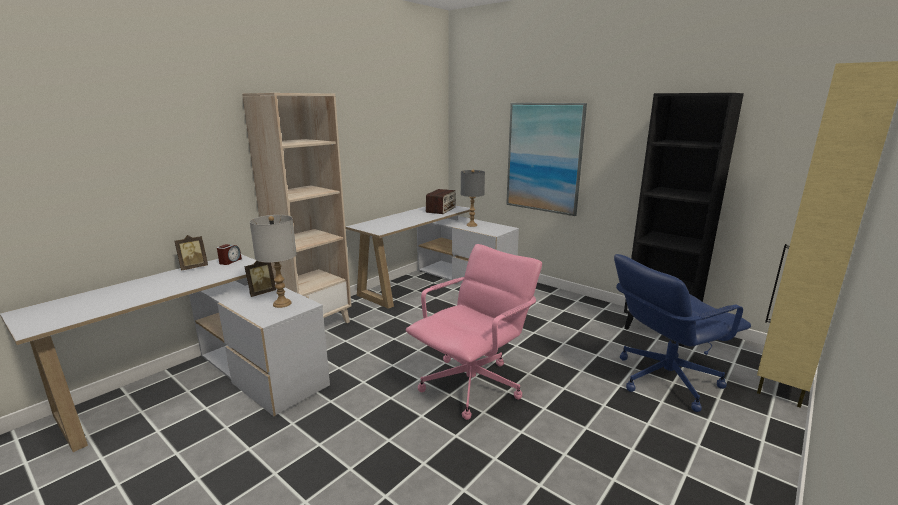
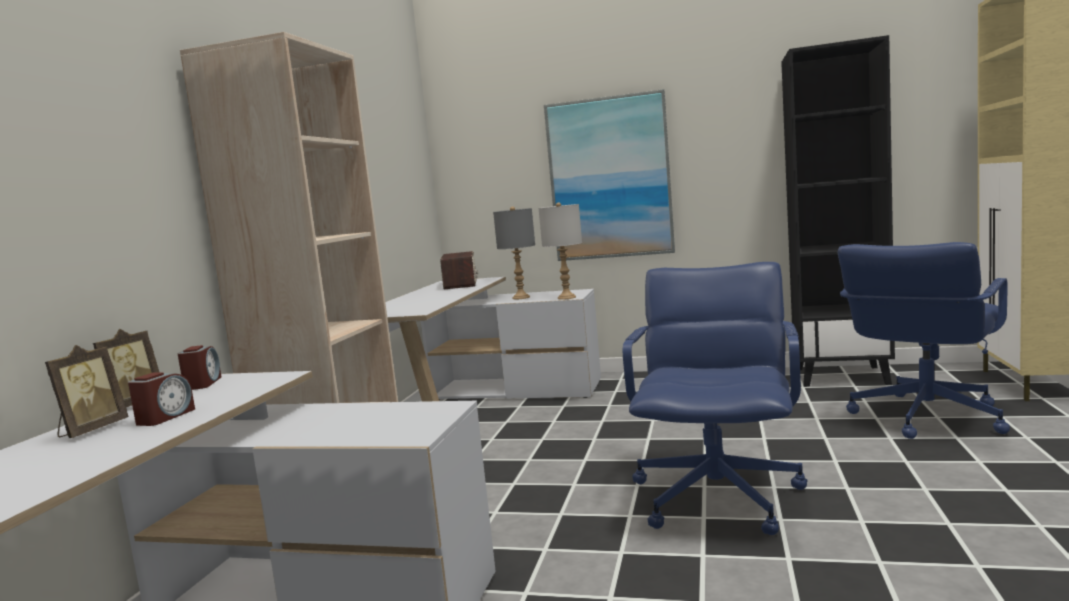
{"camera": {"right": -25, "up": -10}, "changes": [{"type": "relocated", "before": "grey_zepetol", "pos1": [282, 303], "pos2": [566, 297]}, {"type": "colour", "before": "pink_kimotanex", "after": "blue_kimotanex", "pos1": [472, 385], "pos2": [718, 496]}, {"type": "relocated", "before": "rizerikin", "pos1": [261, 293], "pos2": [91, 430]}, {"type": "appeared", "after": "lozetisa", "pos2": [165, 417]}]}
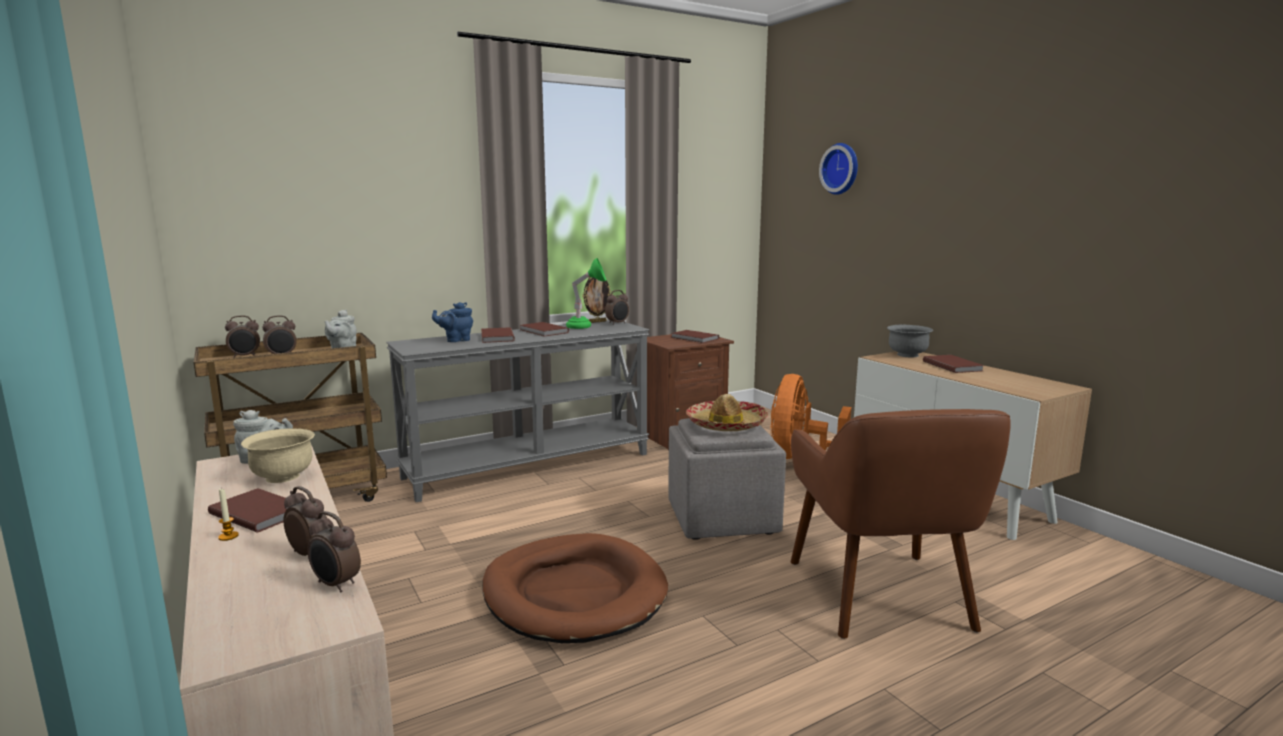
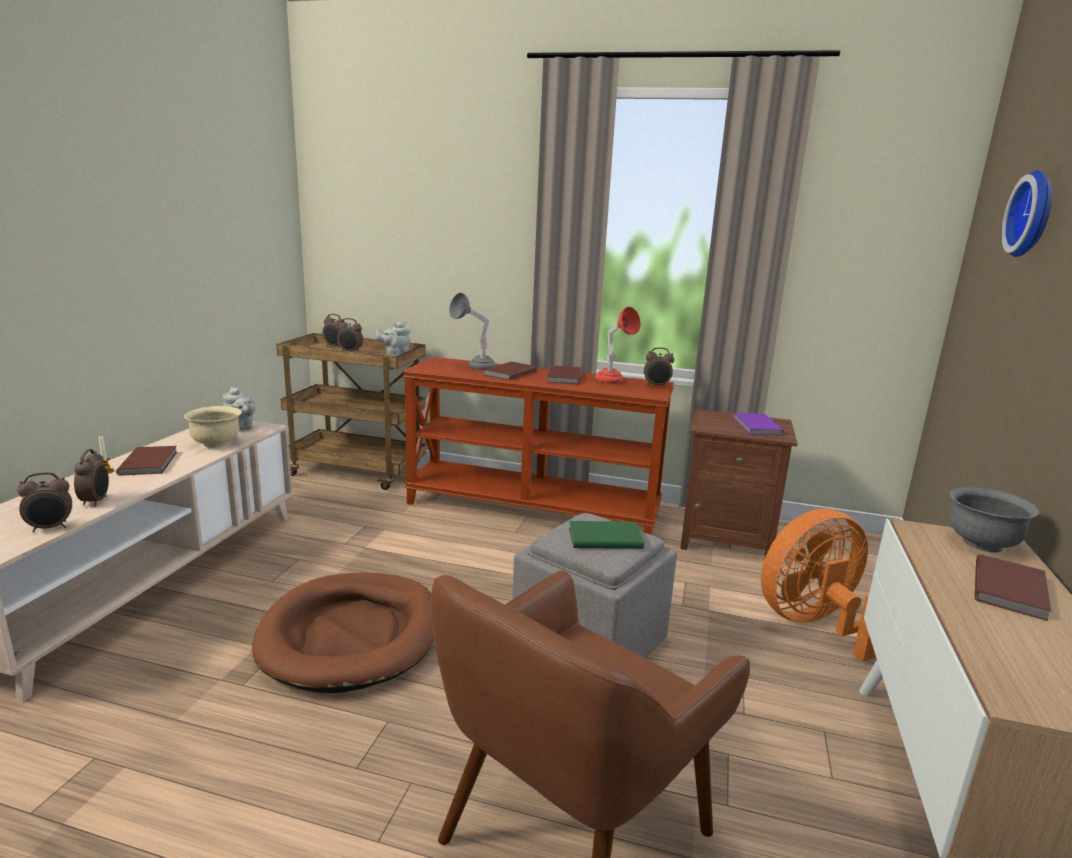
{"camera": {"right": 45, "up": 5}, "changes": [{"type": "colour", "before": "green_zepetol", "after": "red_zepetol", "pos1": [586, 327], "pos2": [613, 382]}, {"type": "missing", "before": "rizerikin", "pos1": [597, 322]}, {"type": "exchanged", "before": "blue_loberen", "after": "grey_zepetol", "pos1": [456, 340], "pos2": [474, 367]}, {"type": "colour", "before": "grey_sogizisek", "after": "brown_sogizisek", "pos1": [529, 465], "pos2": [533, 508]}, {"type": "colour", "before": "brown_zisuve", "after": "purple_zisuve", "pos1": [694, 338], "pos2": [756, 427]}, {"type": "exchanged", "before": "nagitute", "after": "green_zisuve", "pos1": [726, 424], "pos2": [603, 537]}, {"type": "spun", "before": "lozetisa", "pos1": [336, 585], "pos2": [50, 528], "turn": -105}]}
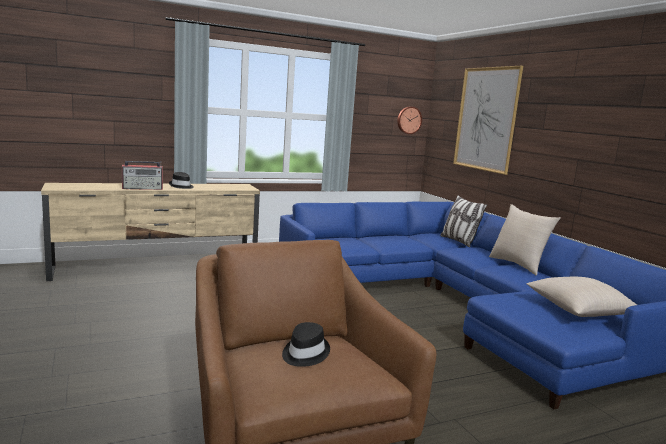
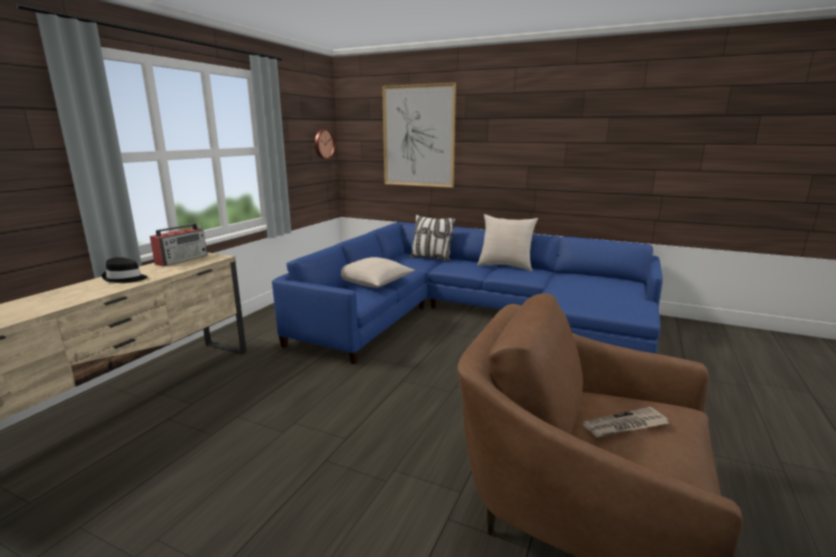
{"camera": {"right": -40, "up": 5}, "changes": [{"type": "relocated", "before": "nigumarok", "pos1": [143, 188], "pos2": [183, 259]}, {"type": "relocated", "before": "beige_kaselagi", "pos1": [580, 310], "pos2": [373, 283]}, {"type": "exchanged", "before": "black_nagitute", "after": "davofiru", "pos1": [304, 353], "pos2": [625, 425]}]}
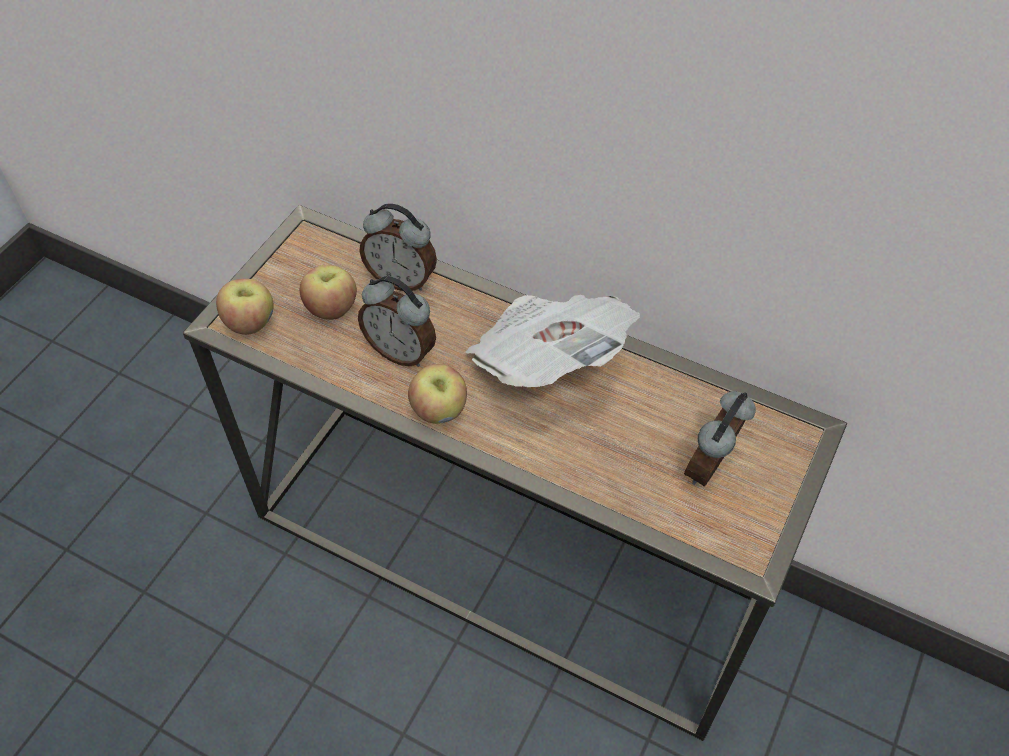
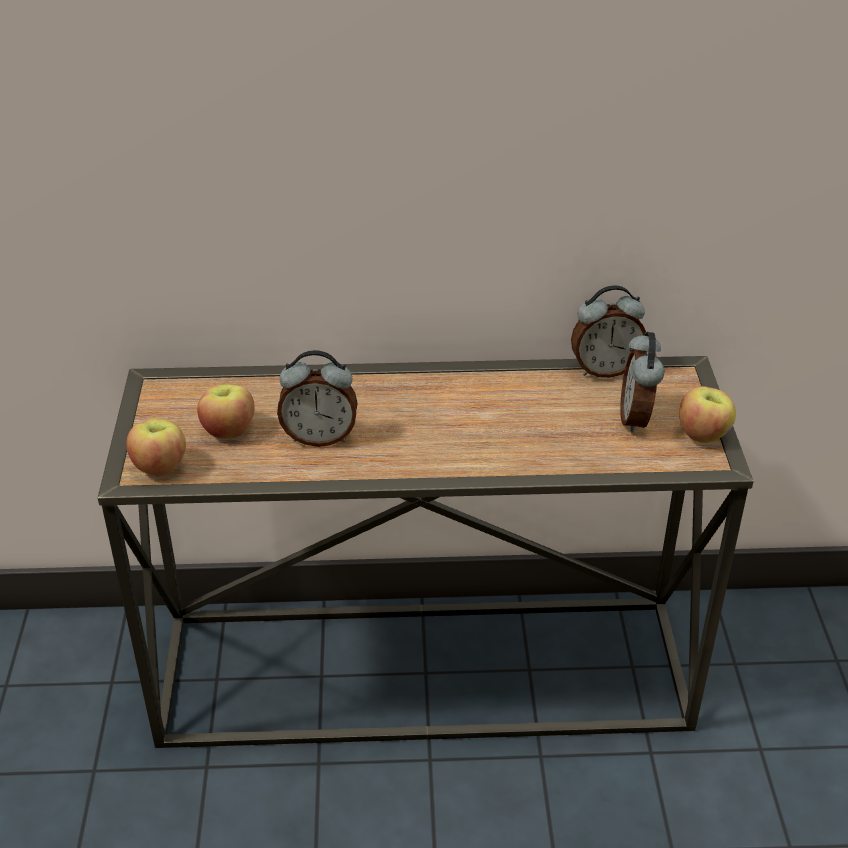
{"camera": {"right": -30, "up": -15}, "changes": [{"type": "relocated", "before": "lozetisa", "pos1": [402, 279], "pos2": [605, 369]}, {"type": "missing", "before": "davofiru", "pos1": [548, 360]}, {"type": "relocated", "before": "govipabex", "pos1": [439, 410], "pos2": [703, 434]}]}
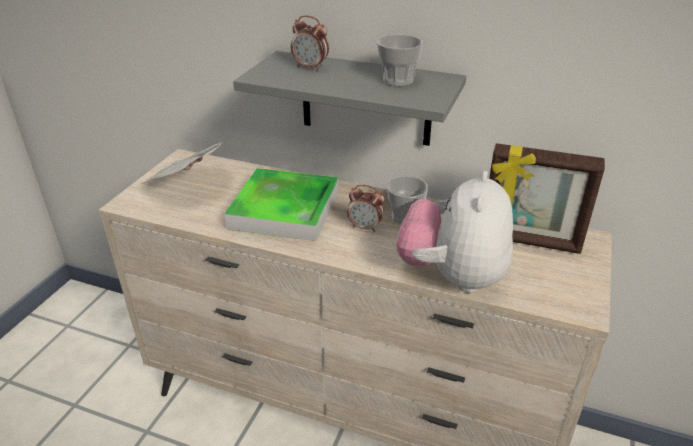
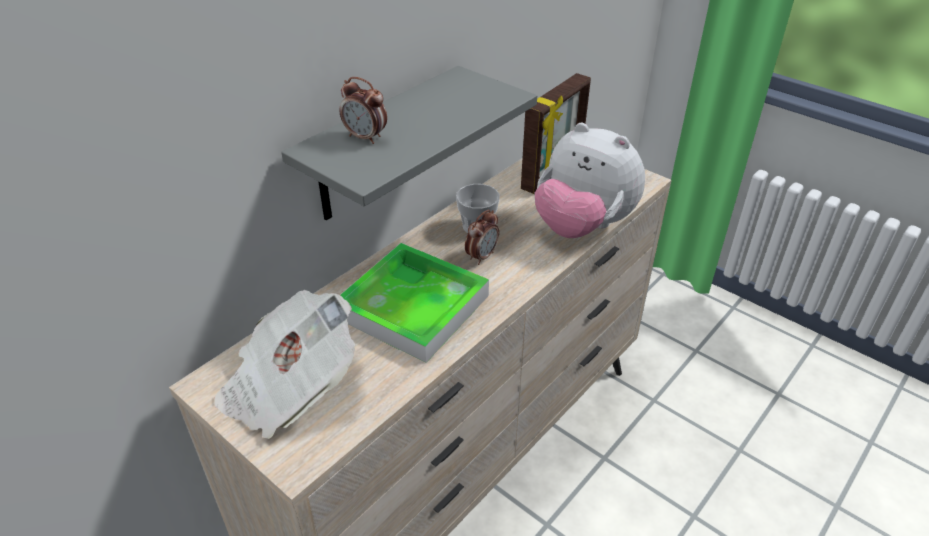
{"camera": {"right": -70, "up": 5}, "changes": [{"type": "spun", "before": "lozetisa", "pos1": [310, 67], "pos2": [365, 137], "turn": 75}, {"type": "missing", "before": "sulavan", "pos1": [398, 80]}]}
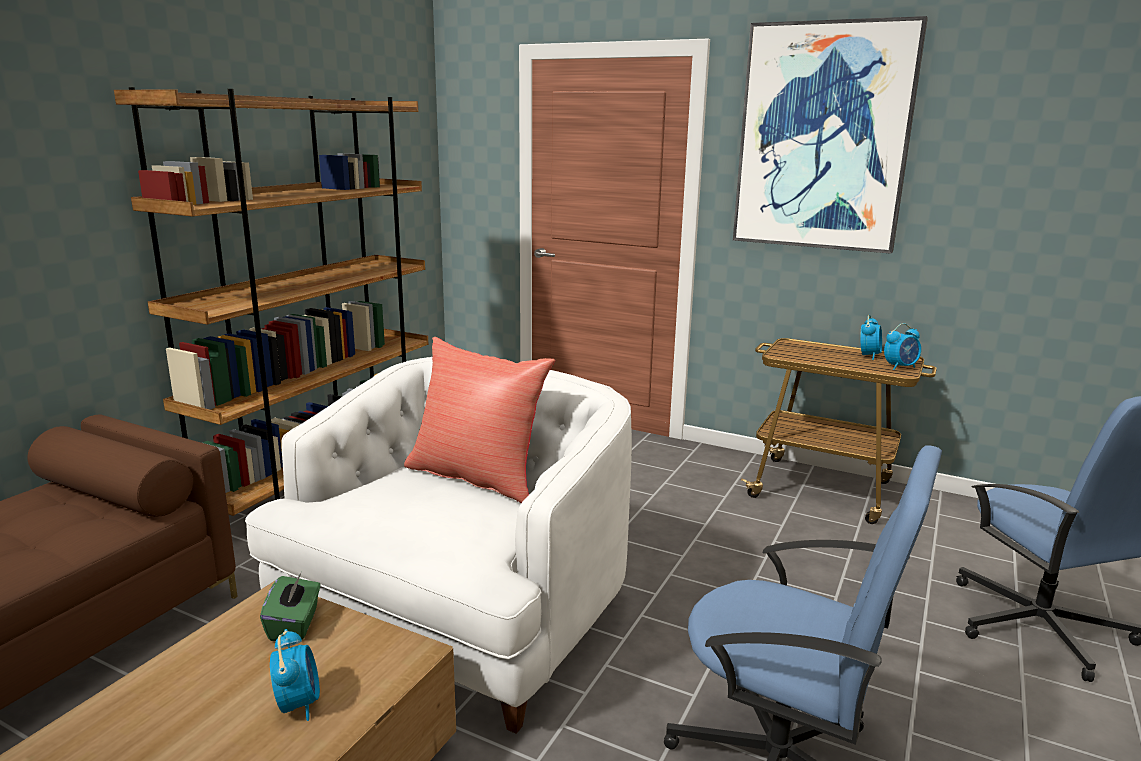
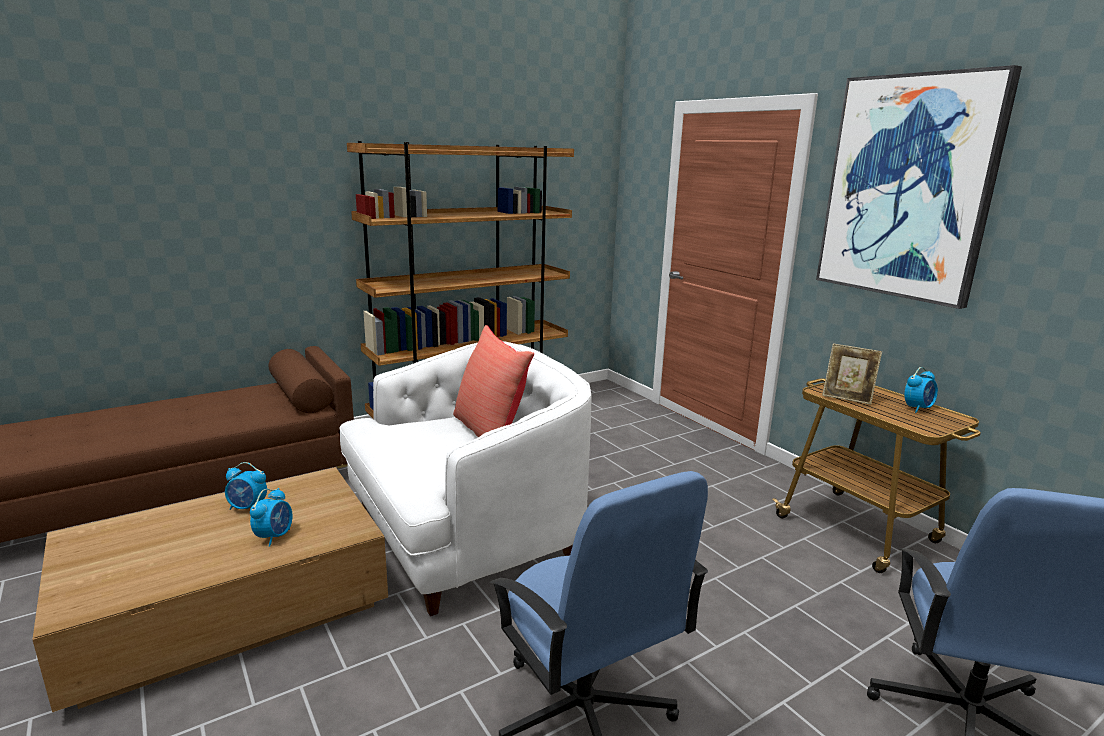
{"camera": {"right": 30, "up": 0}, "changes": [{"type": "relocated", "before": "lozetisa", "pos1": [900, 367], "pos2": [248, 508]}, {"type": "missing", "before": "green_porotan", "pos1": [294, 624]}, {"type": "appeared", "after": "rizerikin", "pos2": [847, 398]}]}
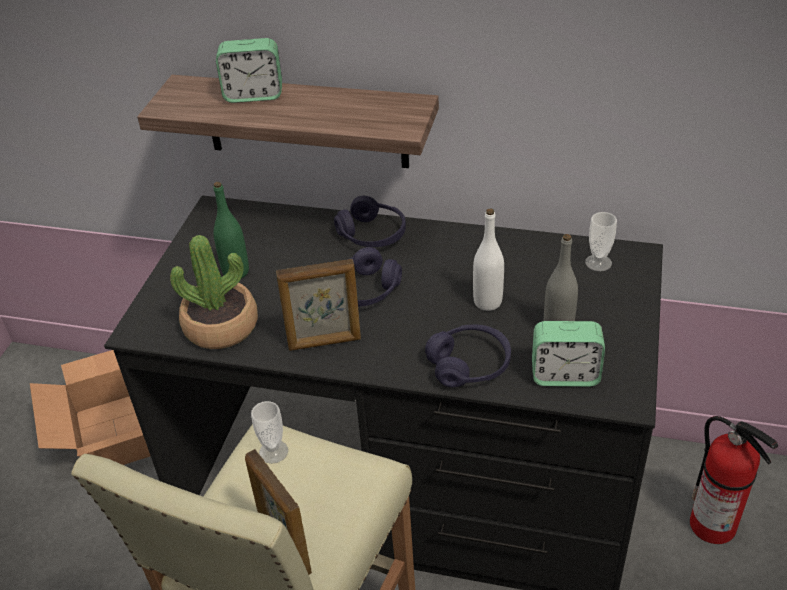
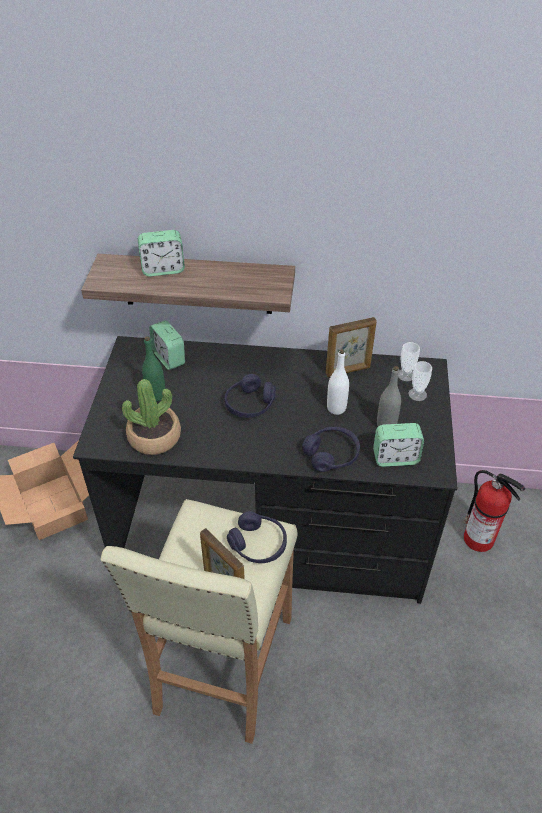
{"camera": {"right": -10, "up": 5}, "changes": [{"type": "relocated", "before": "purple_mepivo", "pos1": [372, 234], "pos2": [258, 544]}, {"type": "relocated", "before": "rizerikin", "pos1": [325, 342], "pos2": [348, 371]}, {"type": "relocated", "before": "sulavan", "pos1": [273, 452], "pos2": [417, 394]}, {"type": "appeared", "after": "lozetisa", "pos2": [169, 358]}]}
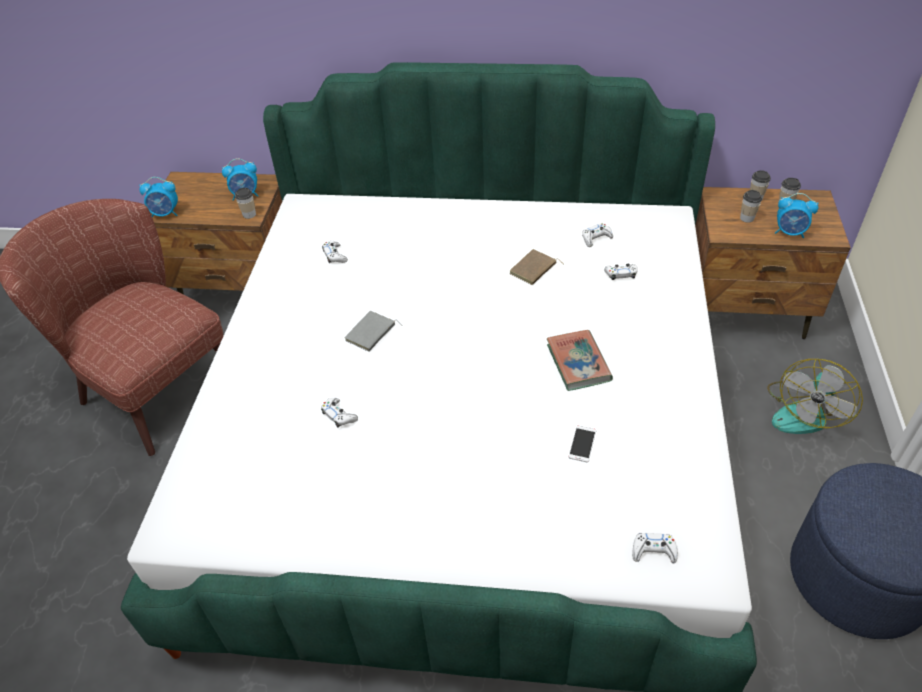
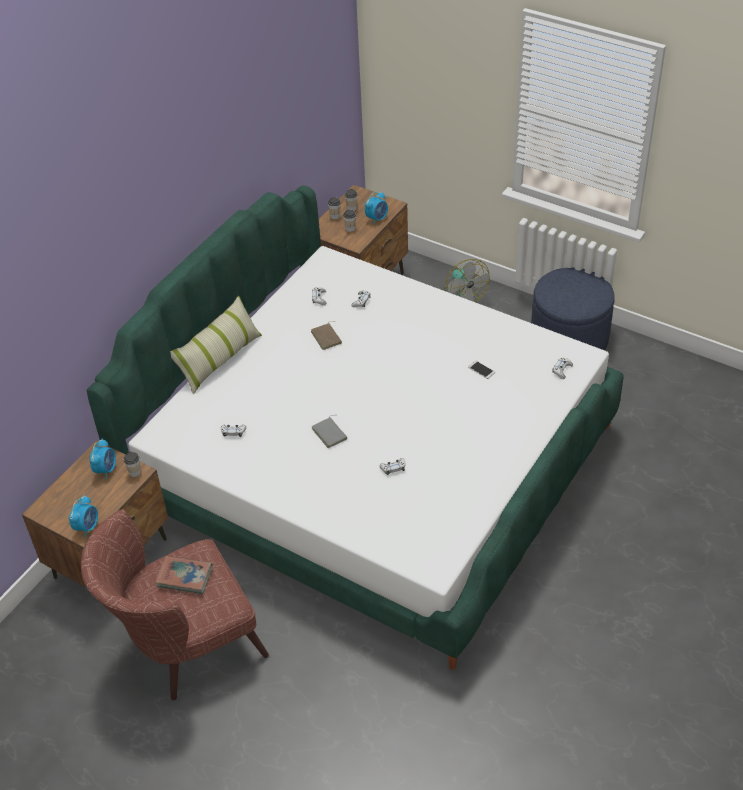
{"camera": {"right": -65, "up": 0}, "changes": [{"type": "relocated", "before": "zisuve", "pos1": [578, 363], "pos2": [185, 577]}, {"type": "appeared", "after": "kaselagi", "pos2": [219, 360]}]}
